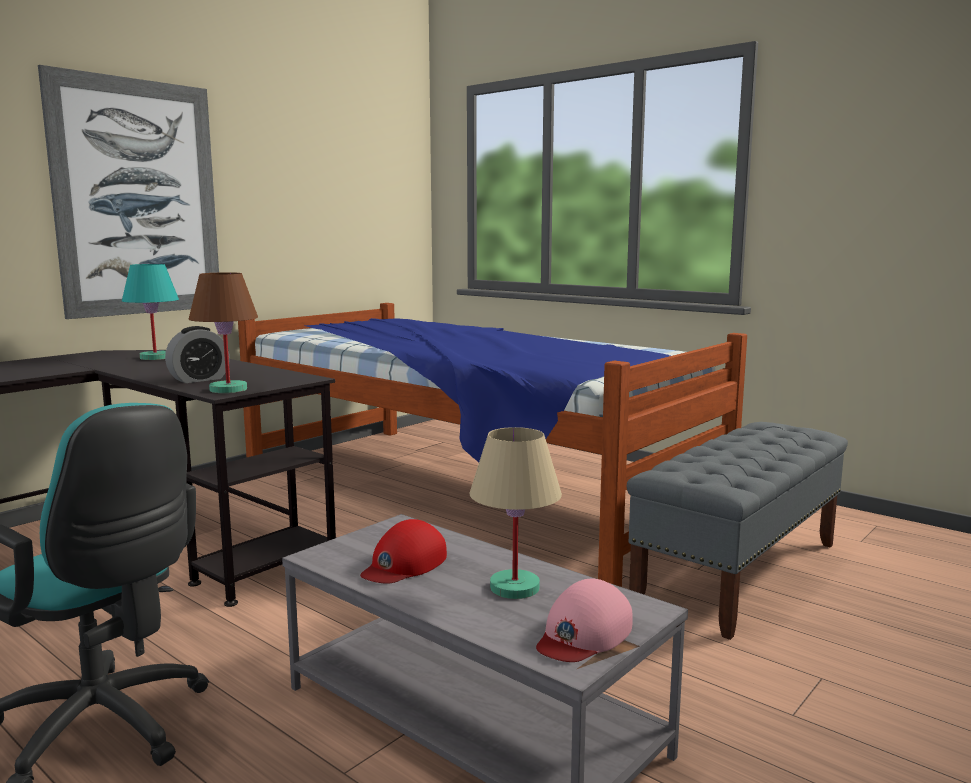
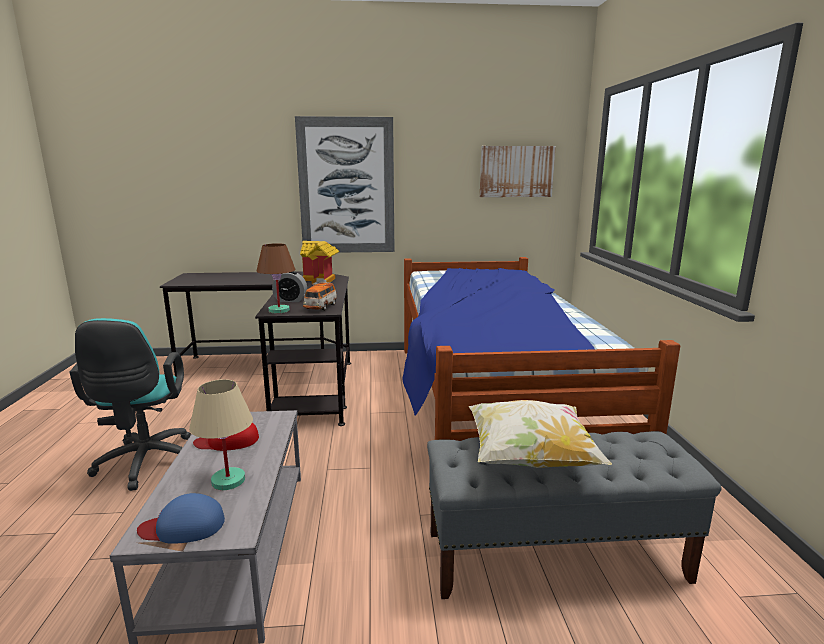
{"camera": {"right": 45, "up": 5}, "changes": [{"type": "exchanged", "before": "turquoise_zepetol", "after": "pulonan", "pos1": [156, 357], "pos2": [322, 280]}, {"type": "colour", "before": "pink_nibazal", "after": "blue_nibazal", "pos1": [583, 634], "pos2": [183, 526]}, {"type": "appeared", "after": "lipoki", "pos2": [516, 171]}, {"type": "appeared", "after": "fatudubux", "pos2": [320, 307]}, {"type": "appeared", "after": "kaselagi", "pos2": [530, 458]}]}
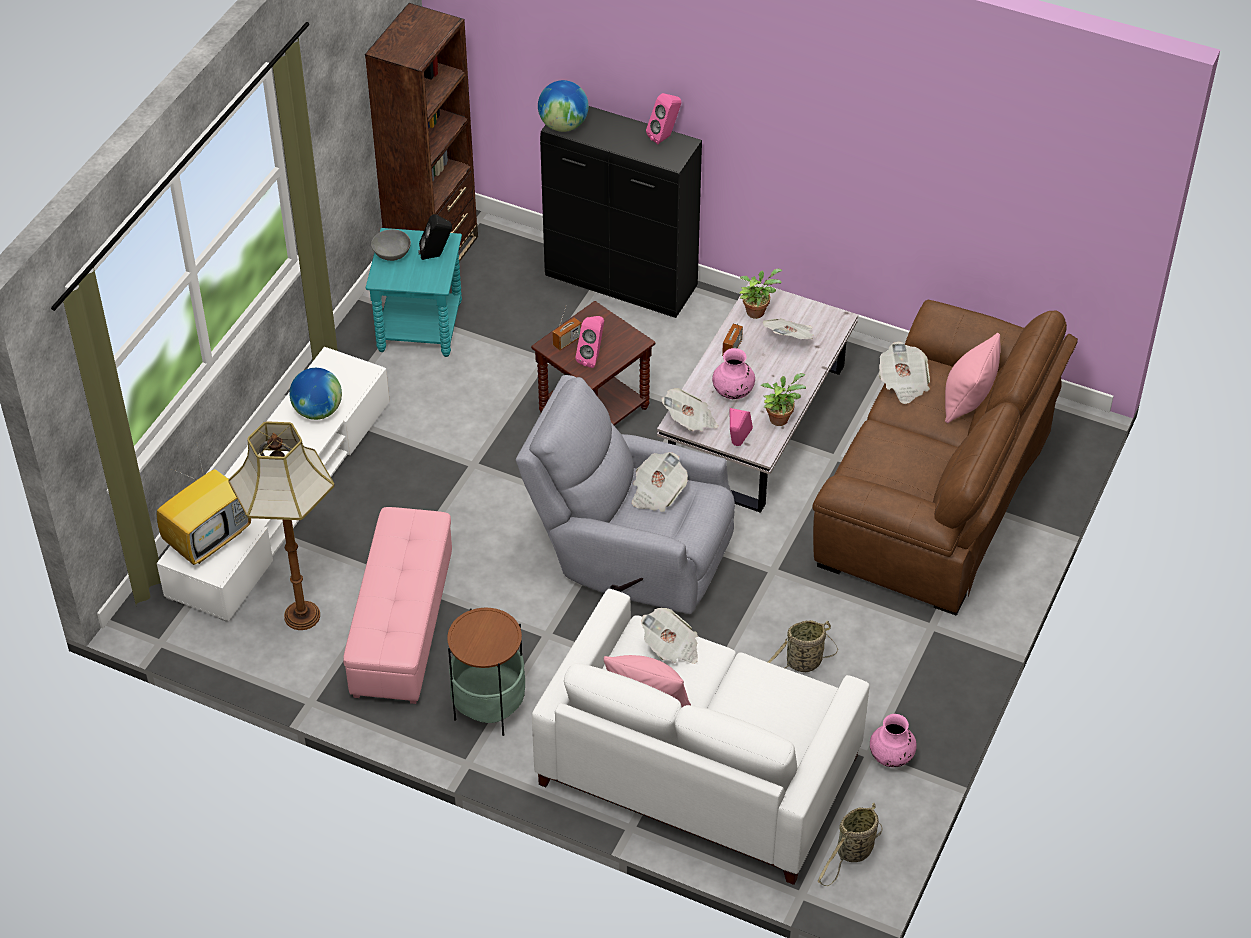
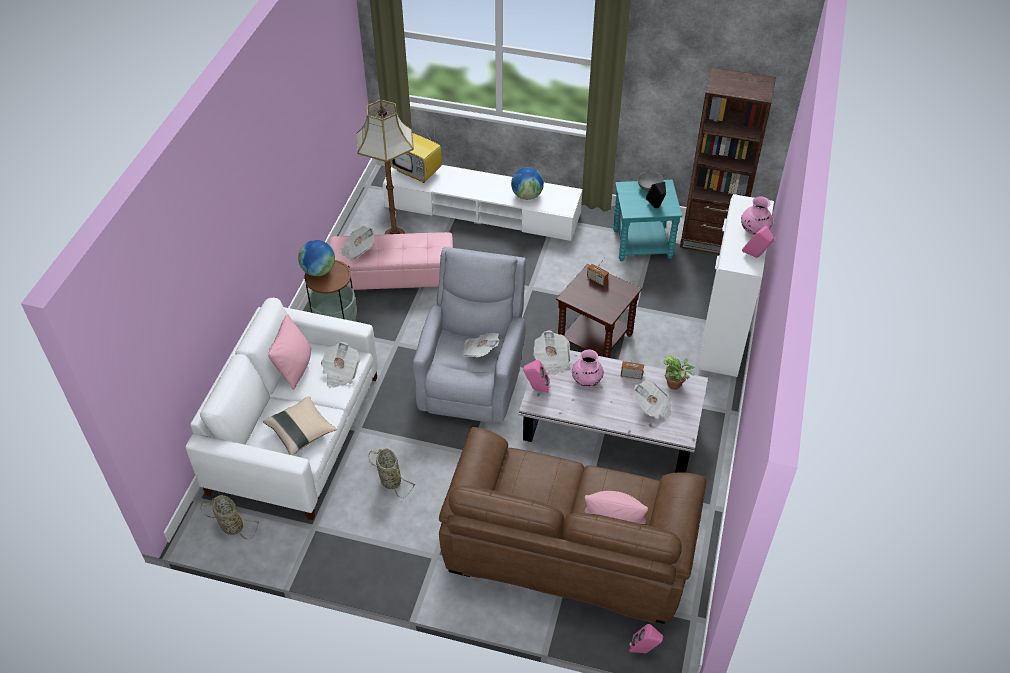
{"camera": {"right": 80, "up": 0}, "changes": [{"type": "relocated", "before": "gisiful", "pos1": [563, 125], "pos2": [319, 271]}, {"type": "colour", "before": "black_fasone", "after": "white_fasone", "pos1": [622, 283], "pos2": [723, 336]}, {"type": "relocated", "before": "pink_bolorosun", "pos1": [592, 358], "pos2": [644, 650]}, {"type": "relocated", "before": "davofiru", "pos1": [903, 383], "pos2": [357, 250]}, {"type": "missing", "before": "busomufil", "pos1": [780, 417]}, {"type": "relocated", "before": "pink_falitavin", "pos1": [891, 757], "pos2": [754, 231]}, {"type": "appeared", "after": "beige_kaselagi", "pos2": [301, 432]}]}
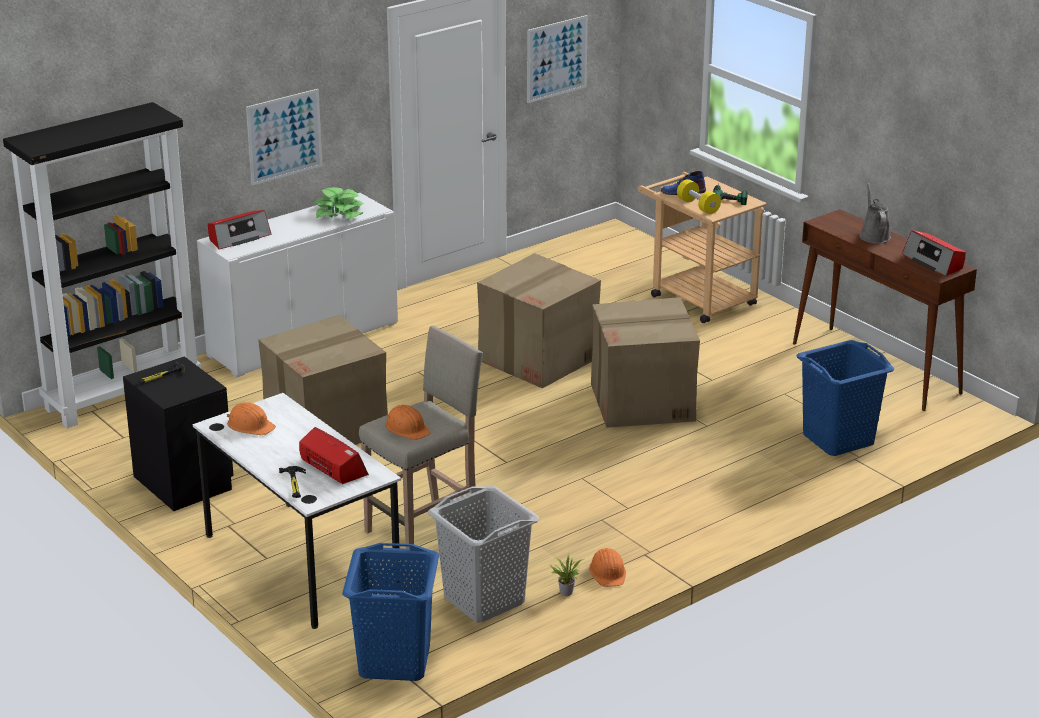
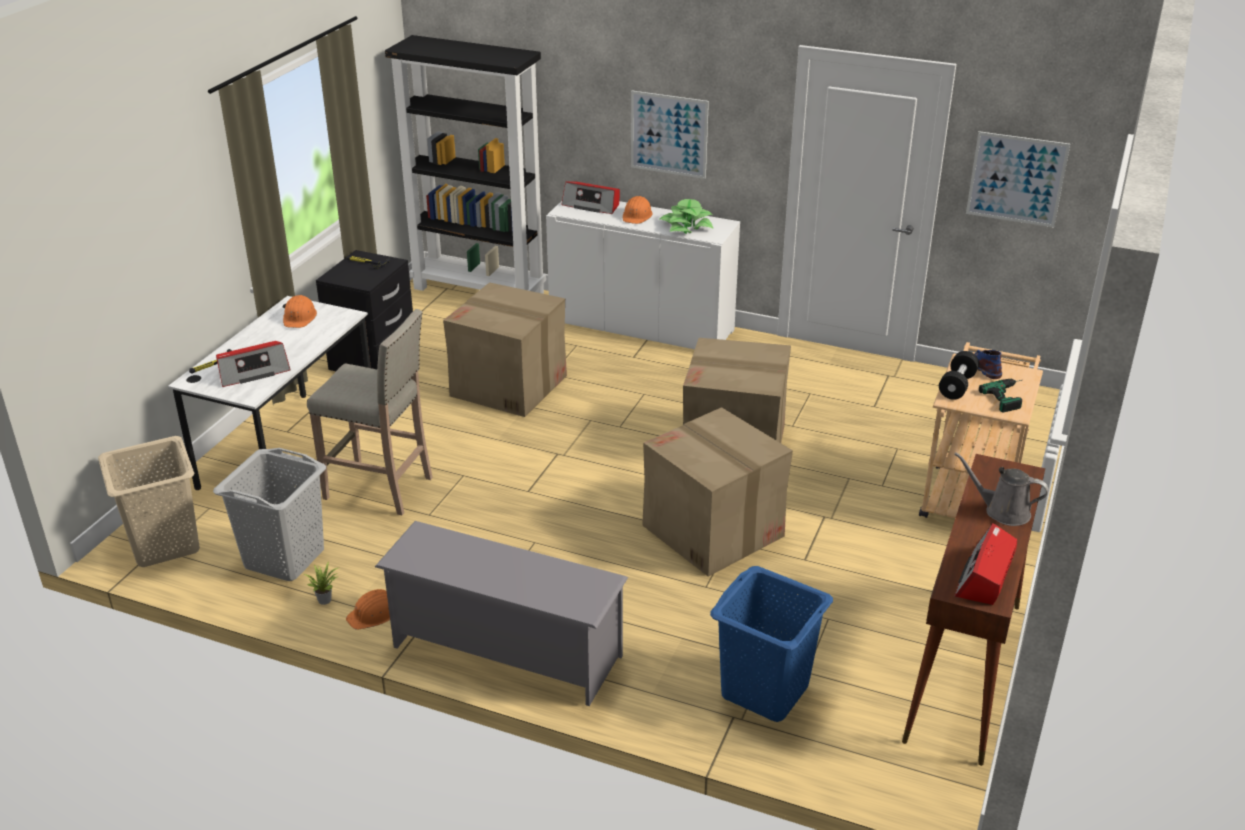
{"camera": {"right": 60, "up": 5}, "changes": [{"type": "colour", "before": "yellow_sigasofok", "after": "black_sigasofok", "pos1": [698, 206], "pos2": [957, 386]}, {"type": "spun", "before": "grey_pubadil", "pos1": [874, 235], "pos2": [1002, 511], "turn": -120}, {"type": "relocated", "before": "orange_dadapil", "pos1": [407, 428], "pos2": [637, 215]}, {"type": "spun", "before": "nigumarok", "pos1": [333, 467], "pos2": [253, 372], "turn": 45}, {"type": "colour", "before": "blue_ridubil", "after": "beige_ridubil", "pos1": [394, 661], "pos2": [164, 544]}, {"type": "appeared", "after": "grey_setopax", "pos2": [505, 651]}]}
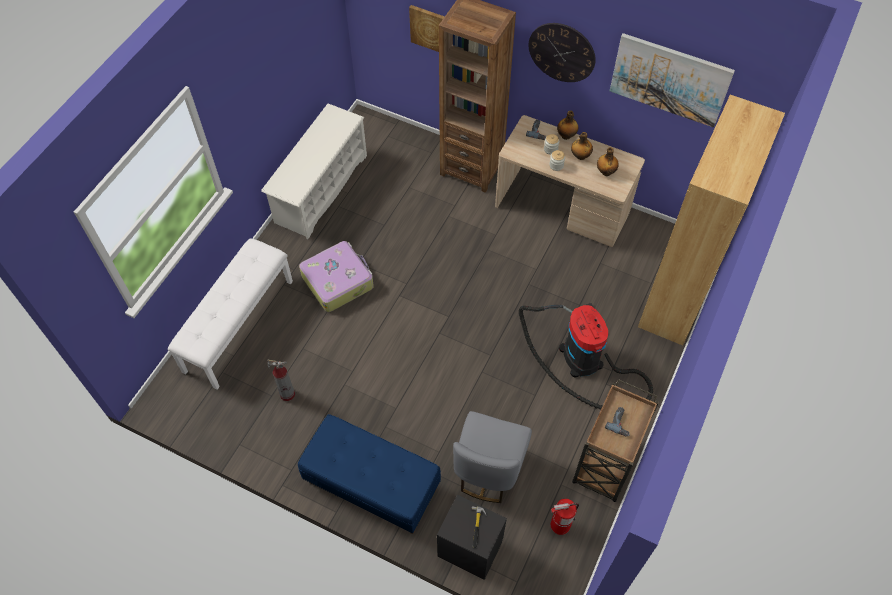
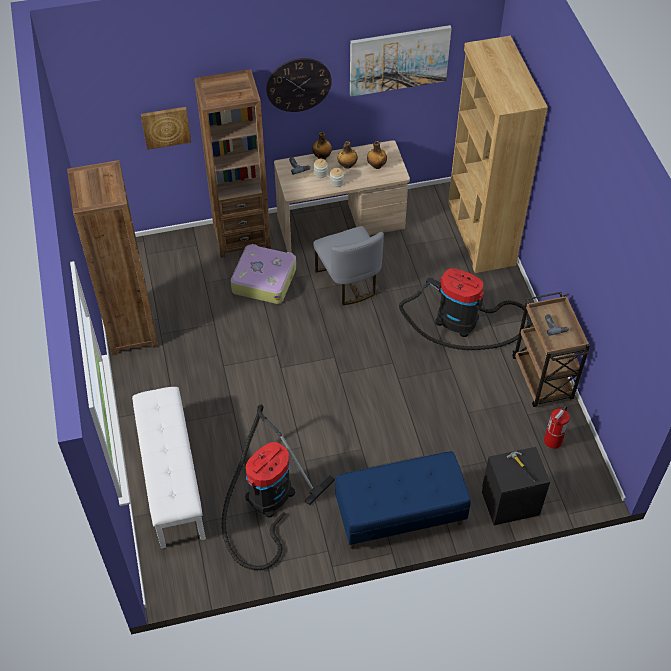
{"camera": {"right": -40, "up": -5}, "changes": [{"type": "exchanged", "before": "white_setopax", "after": "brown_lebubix", "pos1": [321, 189], "pos2": [131, 330]}, {"type": "relocated", "before": "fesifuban", "pos1": [338, 281], "pos2": [264, 279]}, {"type": "exchanged", "before": "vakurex", "after": "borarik", "pos1": [287, 394], "pos2": [267, 500]}, {"type": "relocated", "before": "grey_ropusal", "pos1": [488, 469], "pos2": [348, 282]}]}
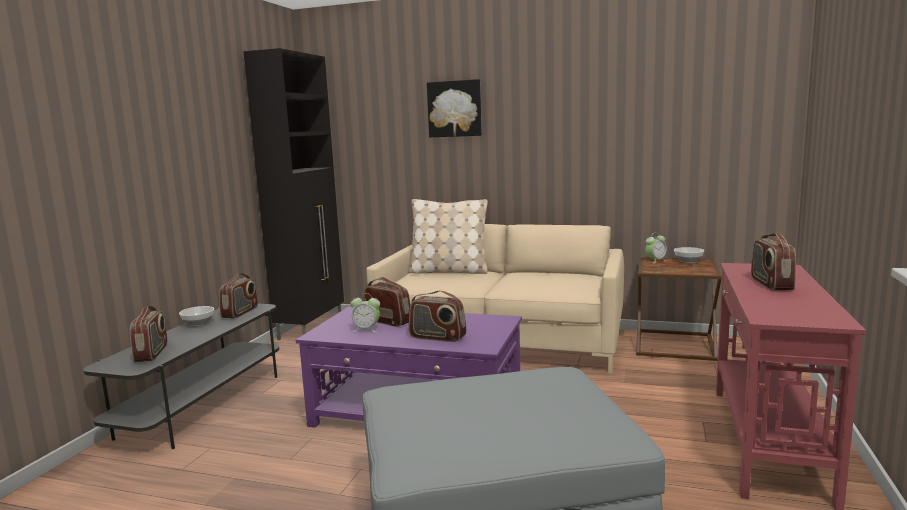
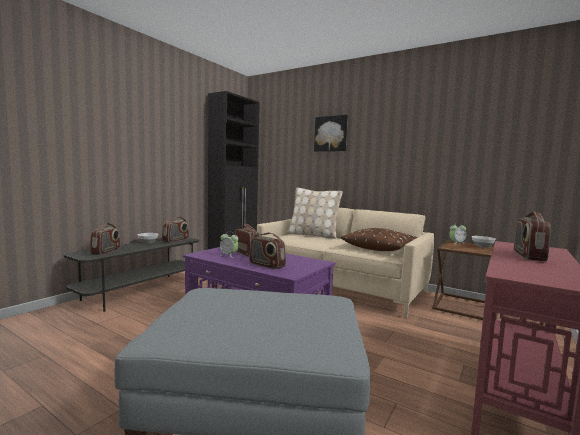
{"camera": {"right": 15, "up": -5}, "changes": [{"type": "appeared", "after": "brown_kaselagi", "pos2": [379, 247]}]}
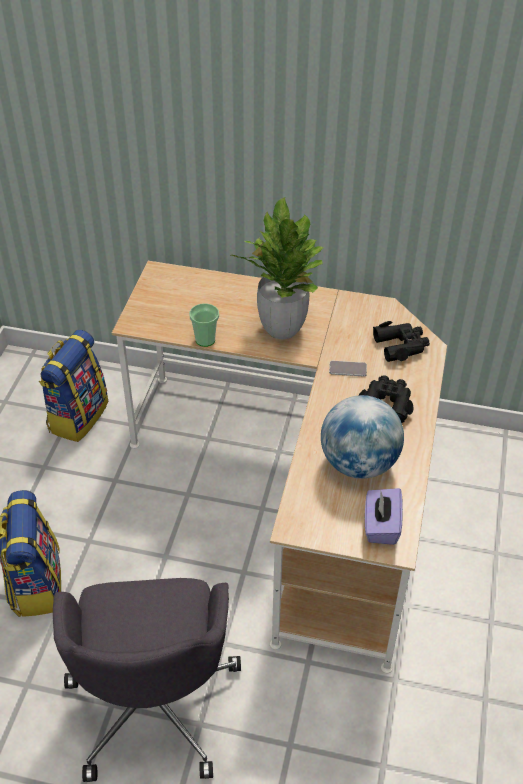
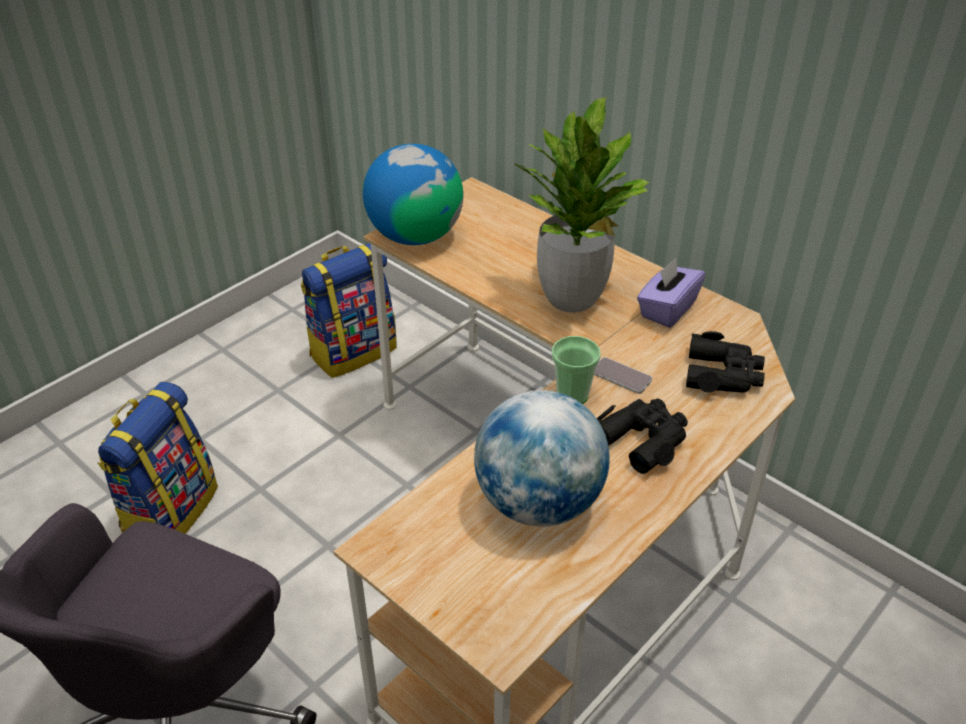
{"camera": {"right": 30, "up": -5}, "changes": [{"type": "relocated", "before": "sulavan", "pos1": [205, 340], "pos2": [572, 395]}, {"type": "relocated", "before": "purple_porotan", "pos1": [381, 526], "pos2": [667, 309]}, {"type": "appeared", "after": "gisiful", "pos2": [415, 236]}]}
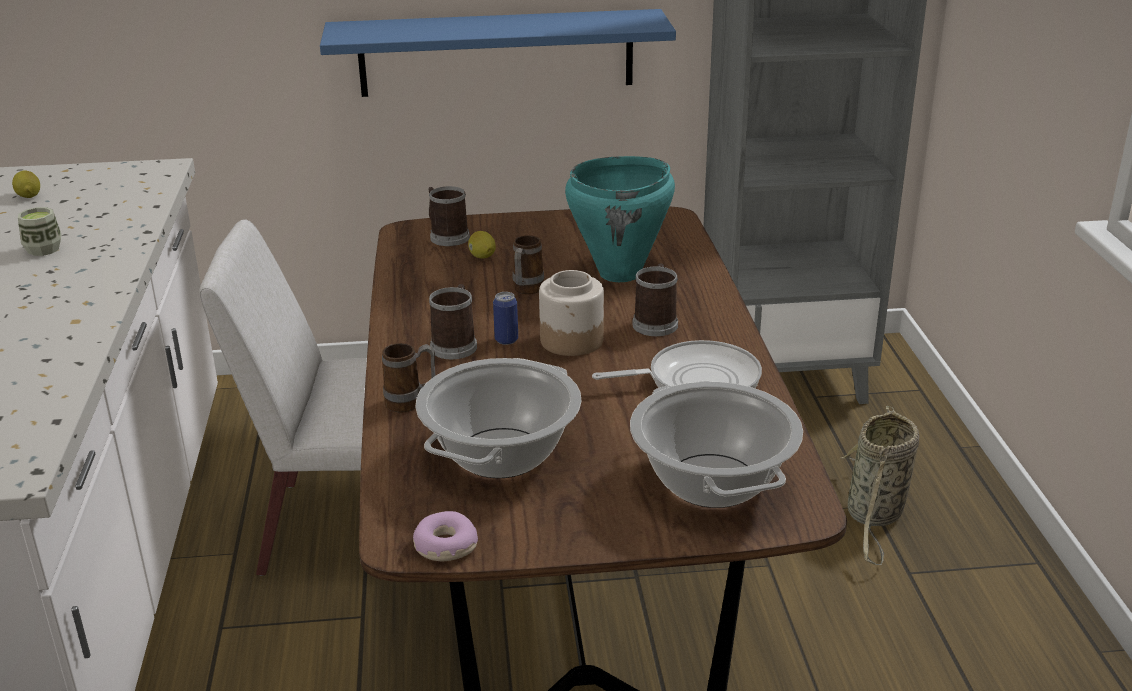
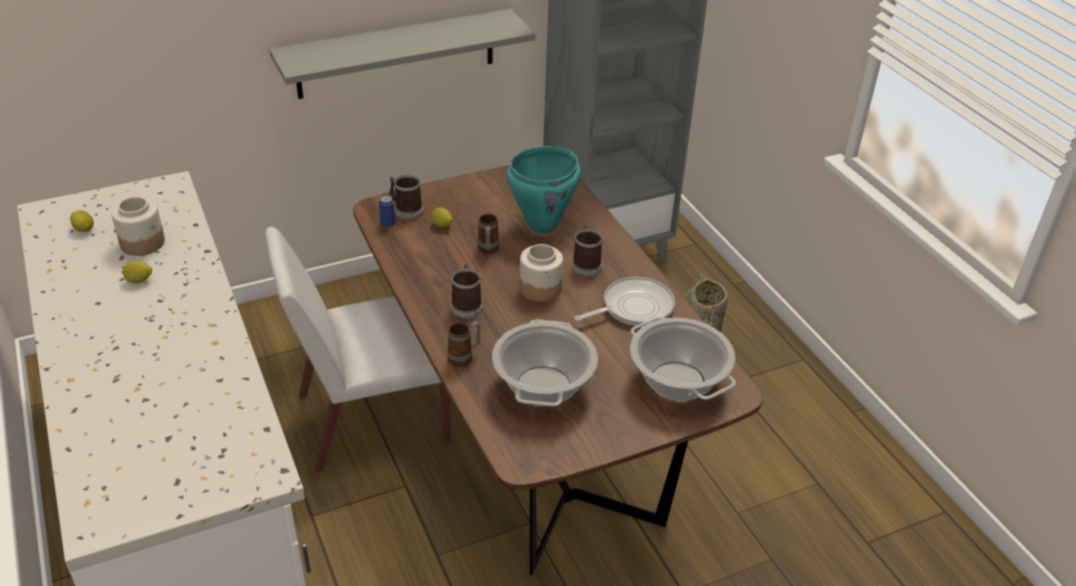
{"camera": {"right": -20, "up": 10}, "changes": [{"type": "colour", "before": "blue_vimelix", "after": "grey_vimelix", "pos1": [496, 53], "pos2": [396, 54]}, {"type": "exchanged", "before": "sulavan", "after": "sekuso", "pos1": [44, 249], "pos2": [139, 280]}, {"type": "relocated", "before": "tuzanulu", "pos1": [506, 340], "pos2": [387, 223]}, {"type": "missing", "before": "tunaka", "pos1": [445, 546]}, {"type": "appeared", "after": "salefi", "pos2": [143, 243]}]}
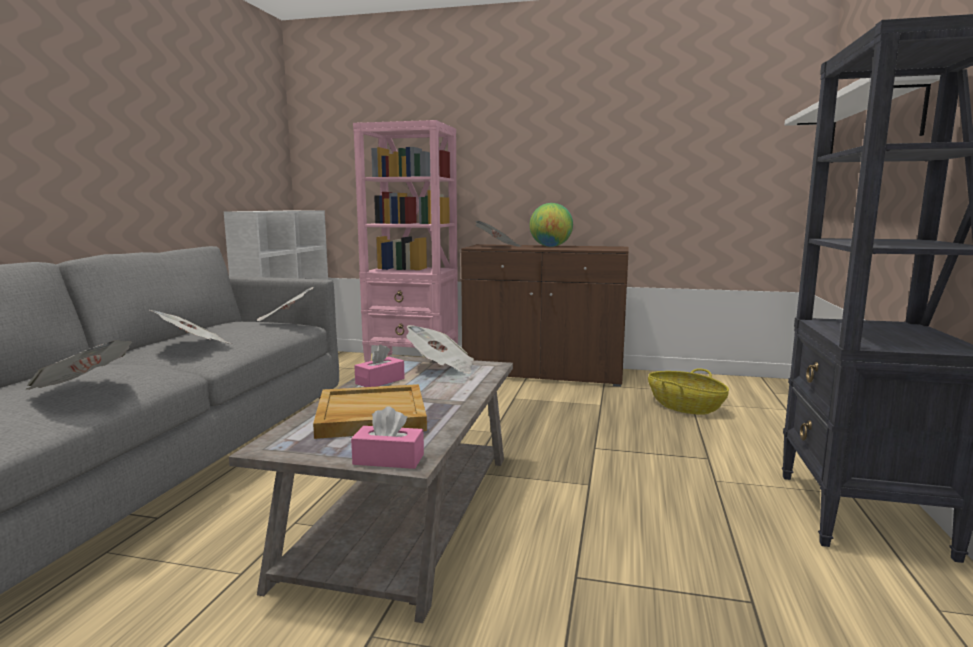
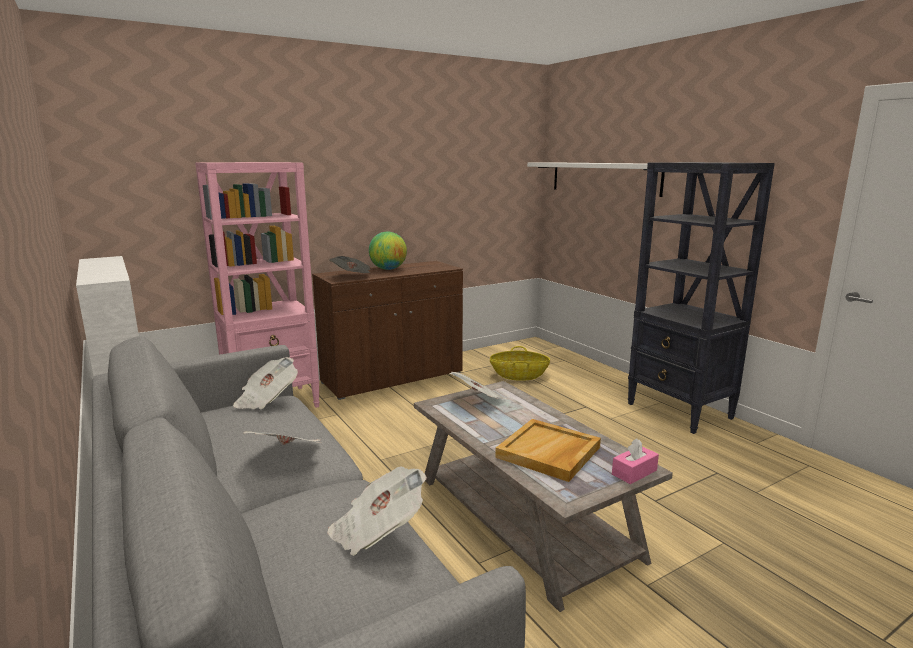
{"camera": {"right": -45, "up": 5}, "changes": [{"type": "missing", "before": "pink_porotan", "pos1": [380, 381]}]}
